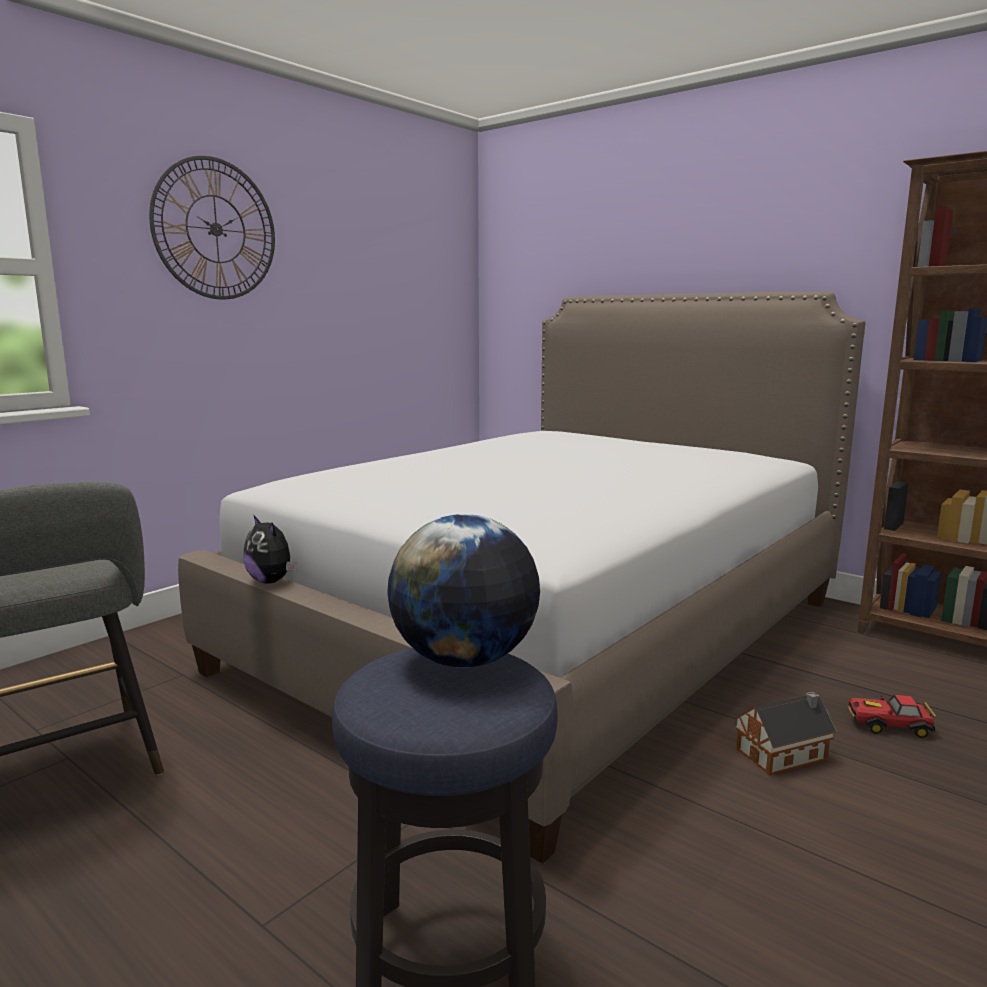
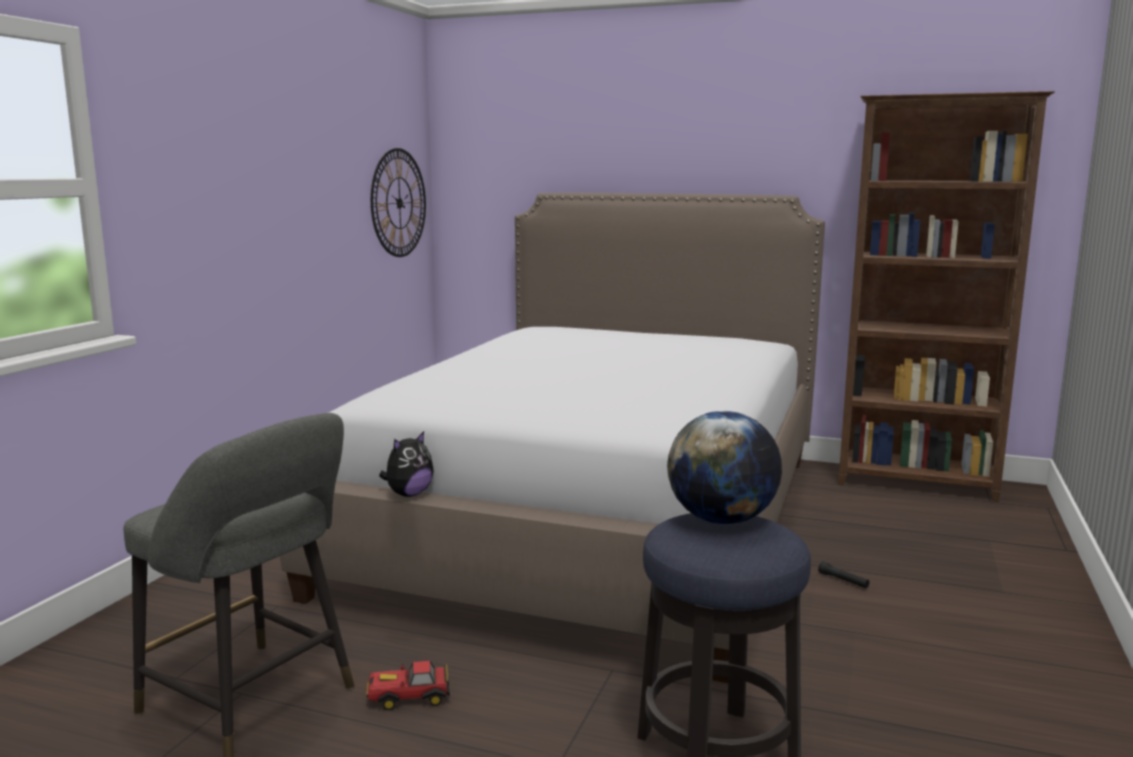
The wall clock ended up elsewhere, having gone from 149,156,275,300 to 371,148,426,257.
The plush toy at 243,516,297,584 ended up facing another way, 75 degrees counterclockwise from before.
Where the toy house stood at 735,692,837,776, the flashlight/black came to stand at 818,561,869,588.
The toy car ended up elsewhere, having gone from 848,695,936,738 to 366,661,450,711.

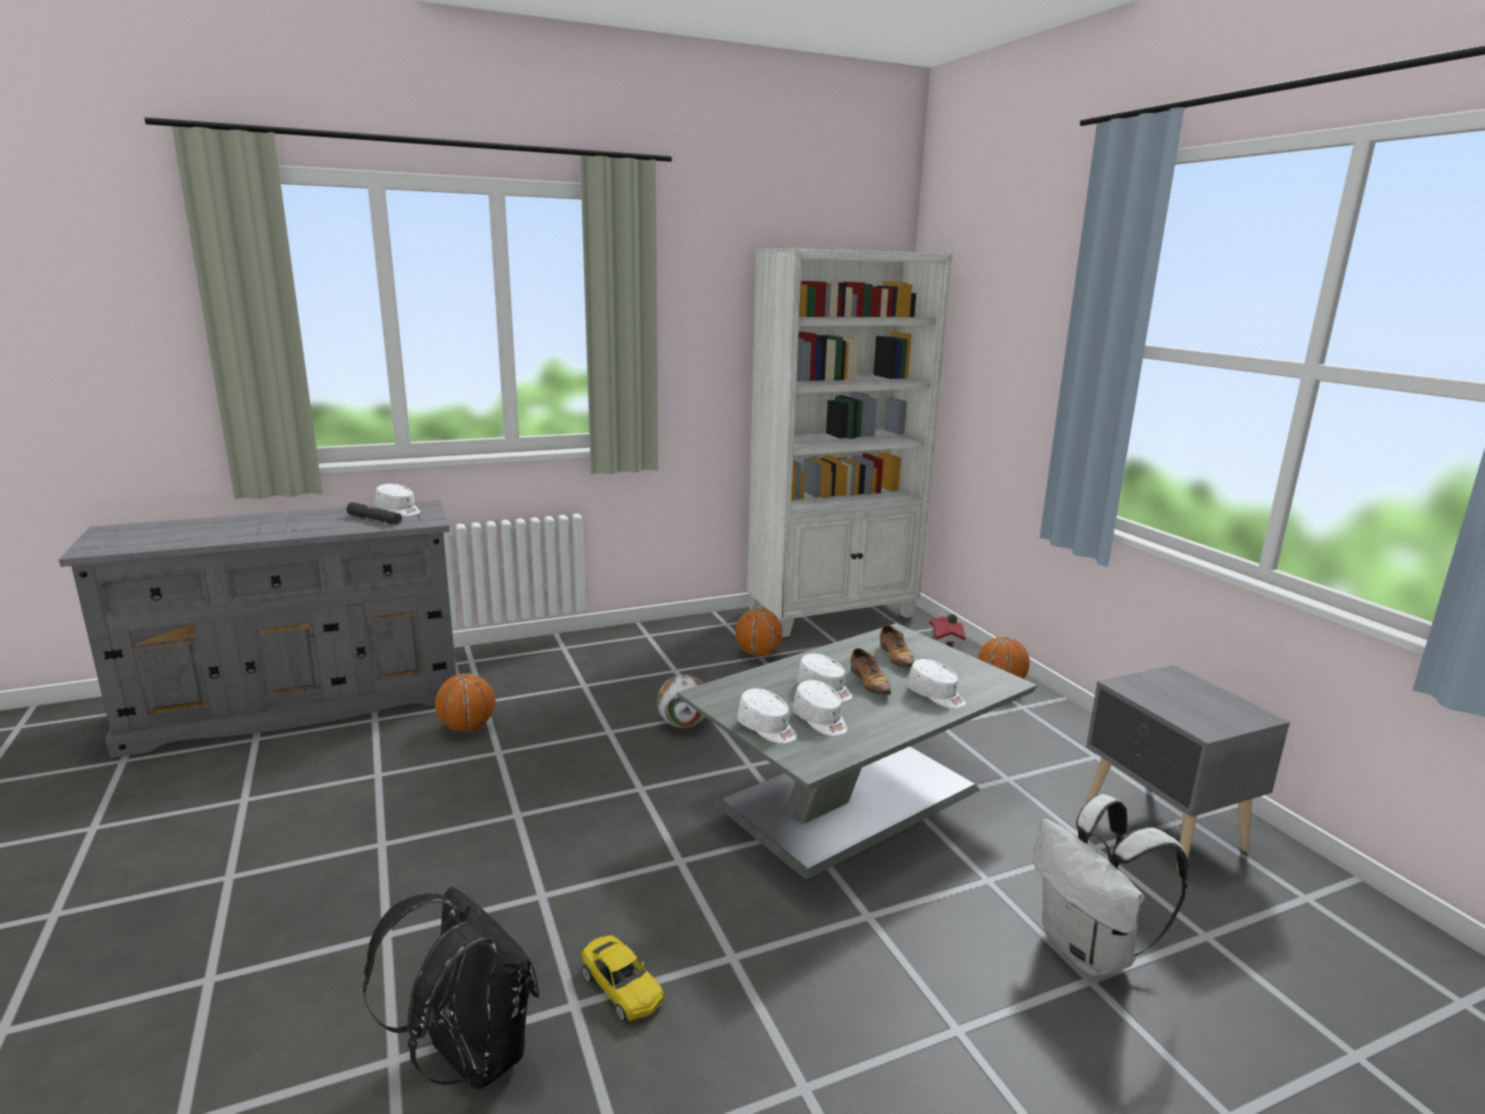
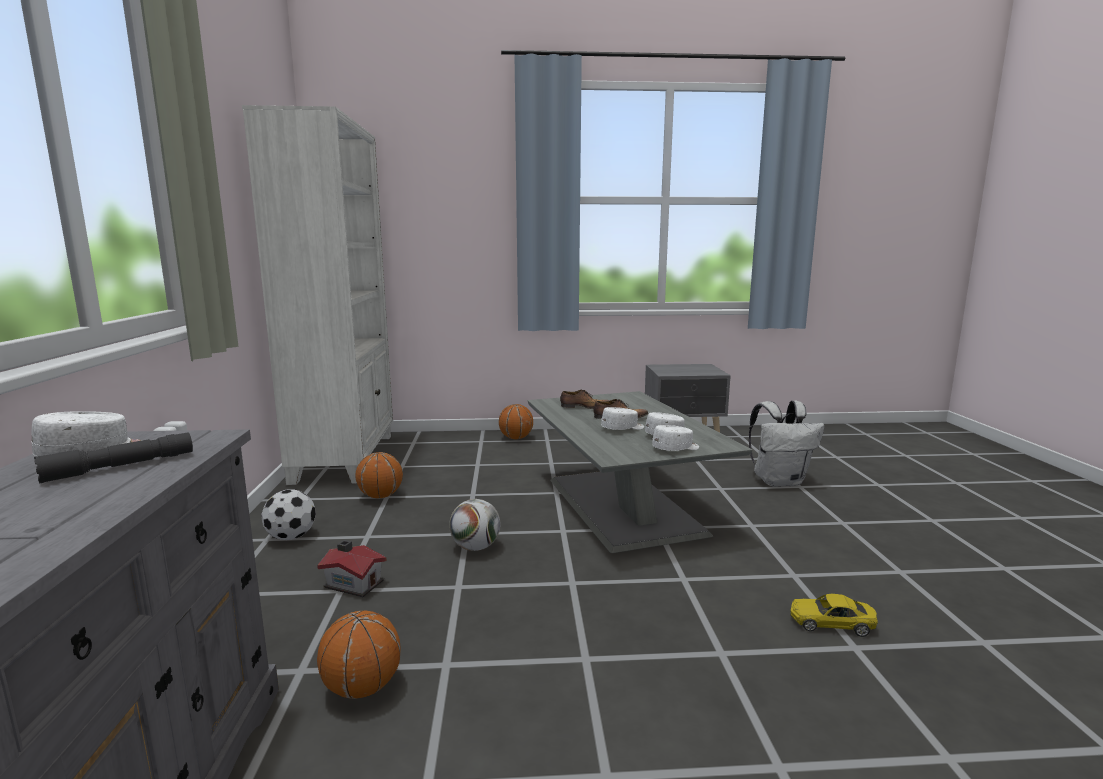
The toy house ended up elsewhere, having gone from 929,614,966,651 to 317,540,387,597.
The second view lost the cap/white at 907,659,966,708.
The second view lost the backpack/black at 363,887,539,1090.
The toy car/yellow at 581,935,664,1022 ended up facing another way, 150 degrees counterclockwise from before.
The second view gained the football at 261,489,316,540.

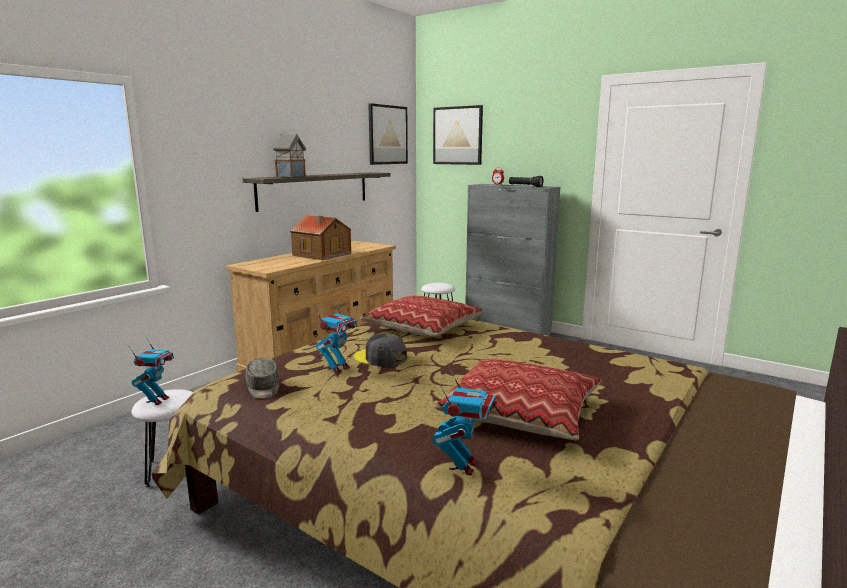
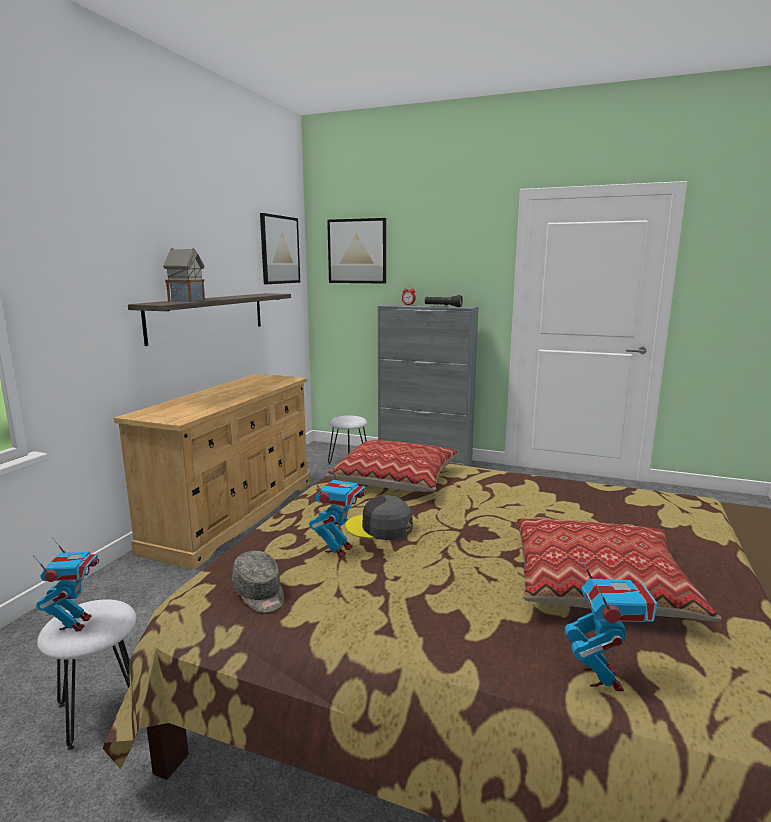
The second view lost the toy house at 290,215,351,260.

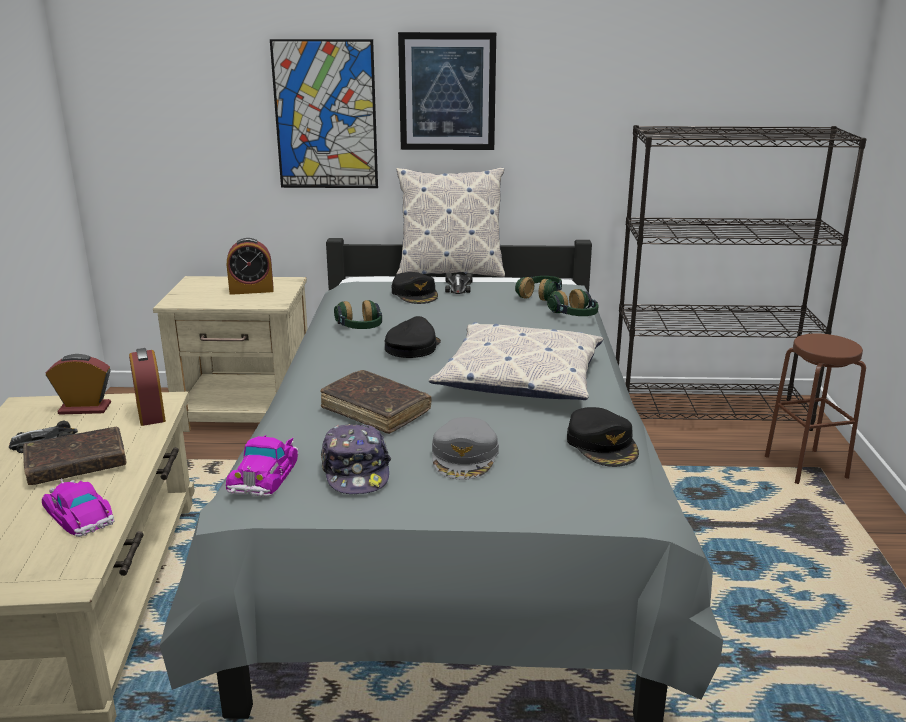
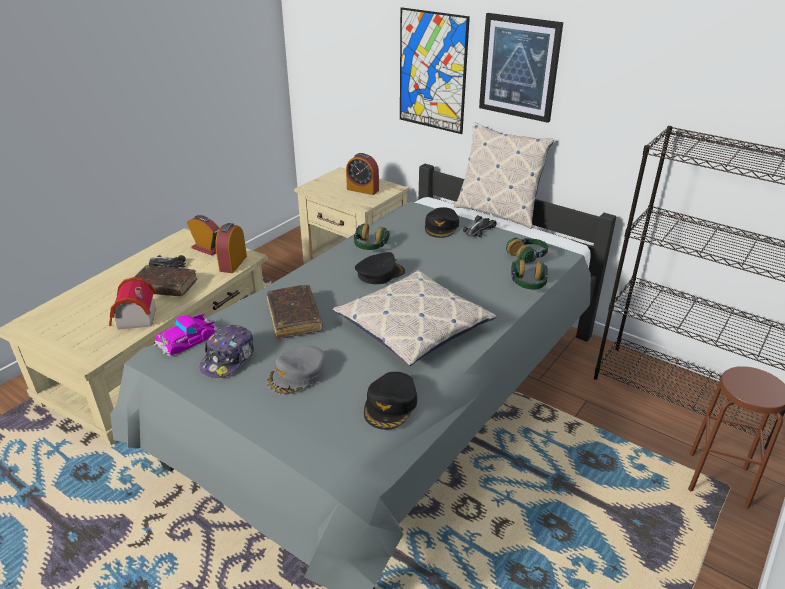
Where the toy car stood at 42,479,115,537, the toy house came to stand at 109,277,156,330.

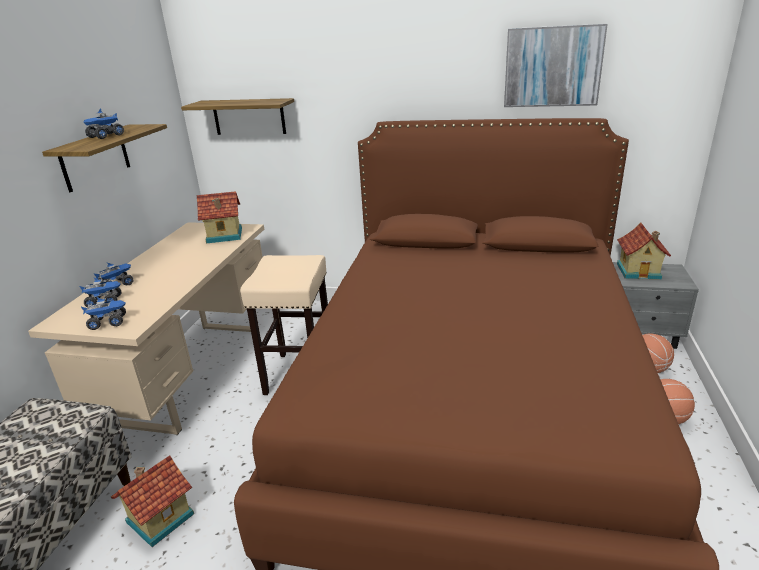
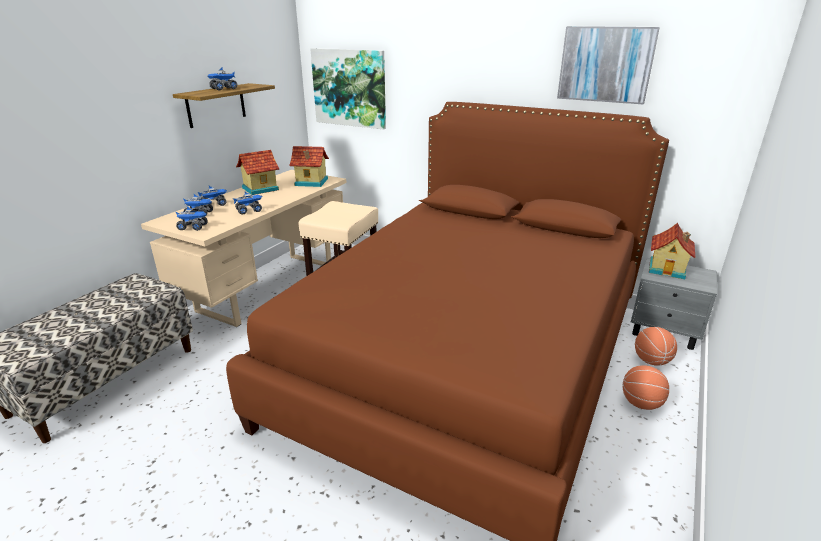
Where the shelf hung at 181,98,294,135, the picture came to hang at 310,48,386,130.
The toy house ended up elsewhere, having gone from 111,455,194,547 to 236,150,279,195.
The second view gained the toy truck at 233,191,262,215.

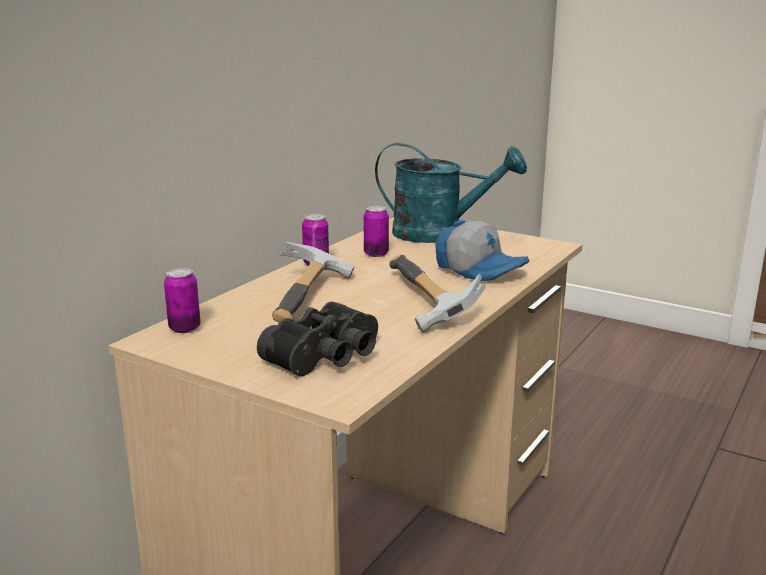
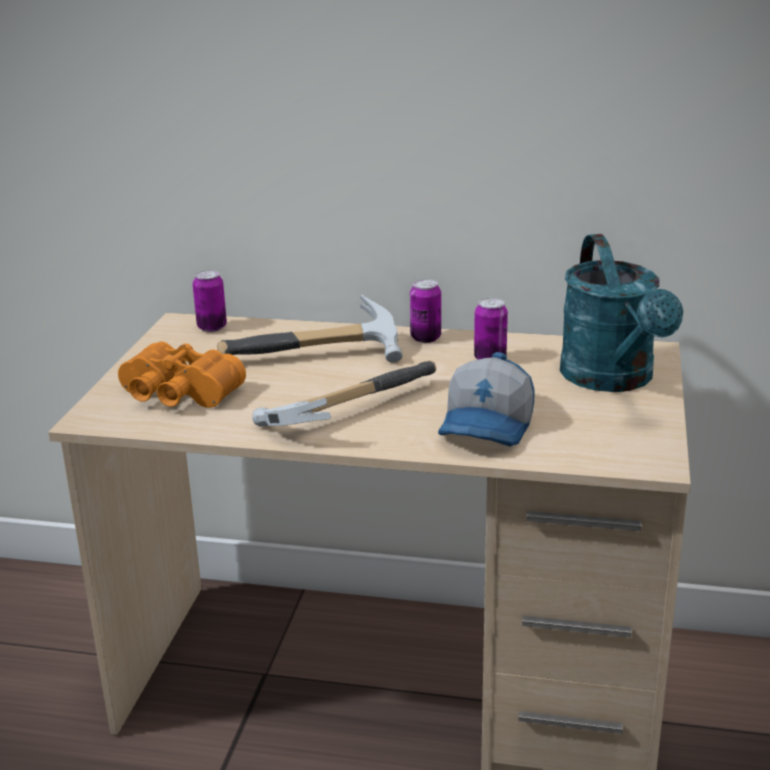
What was the binoculars/black at 257,302,378,376 turned into the binoculars/orange at 118,341,246,408.

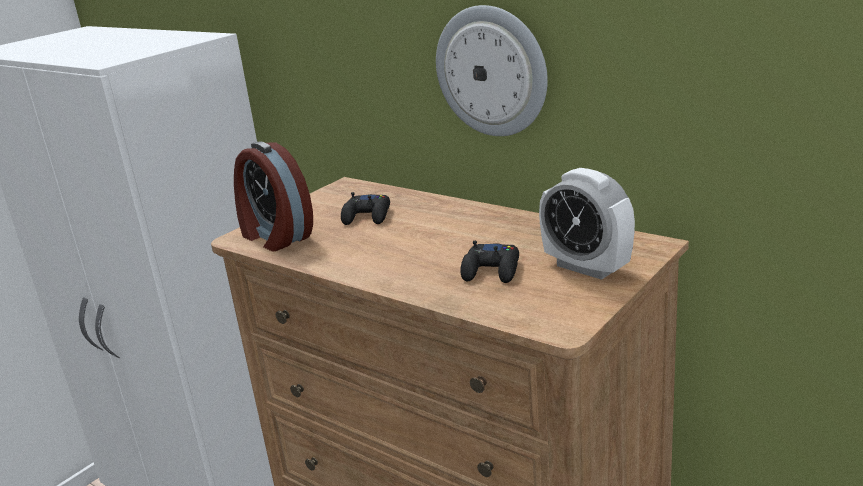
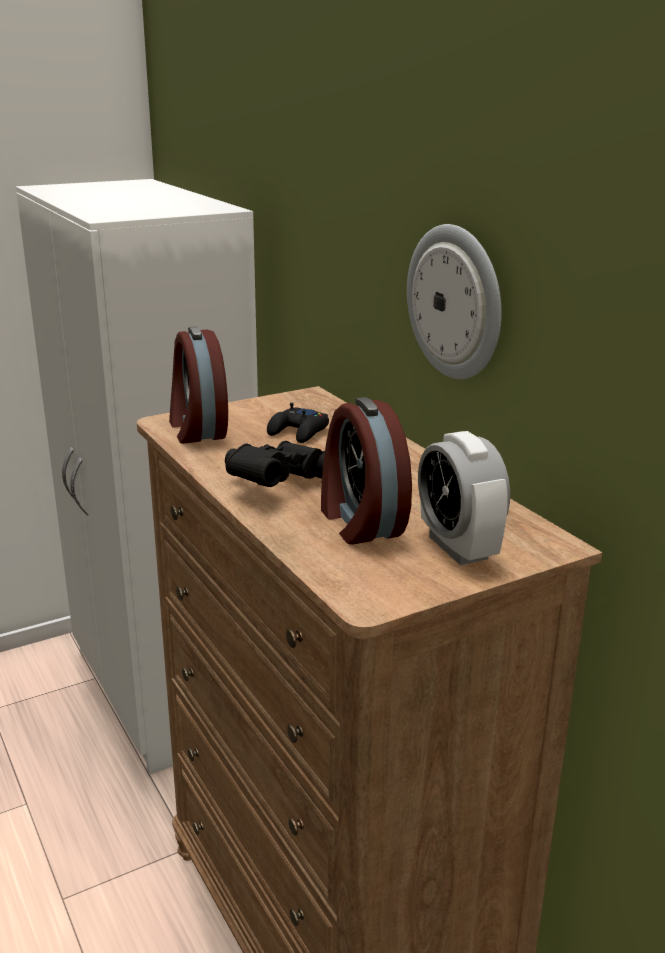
Where the game controller/black stood at 460,241,519,283, the alarm clock came to stand at 321,397,412,545.
The second view gained the binoculars/black at 225,441,325,487.

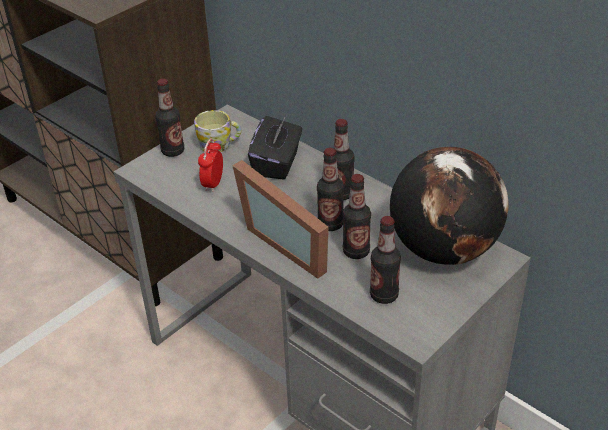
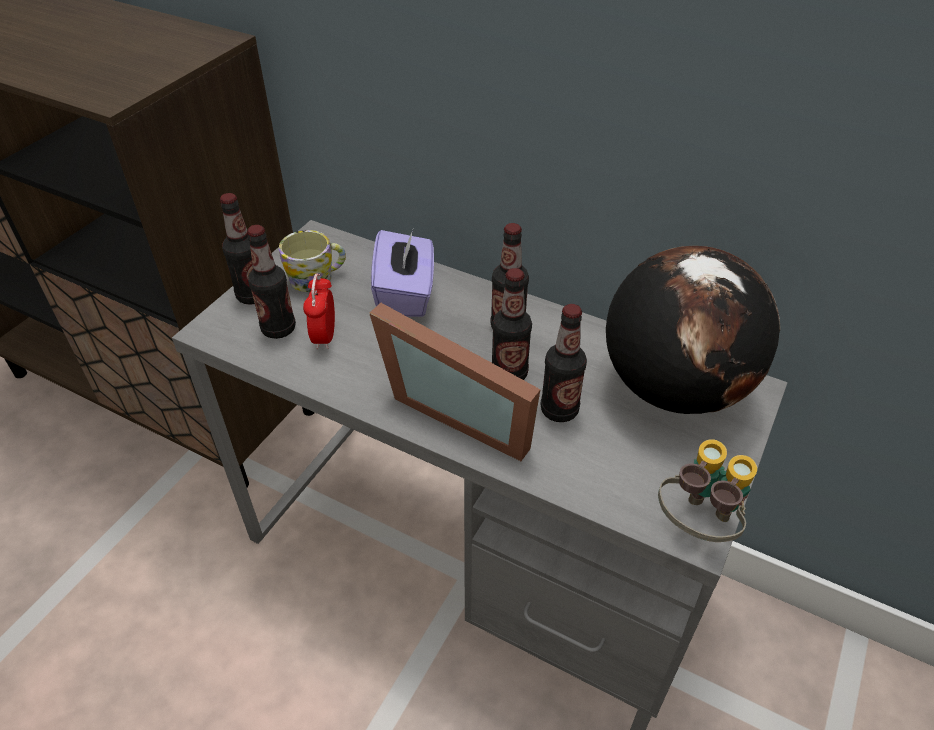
What was the tissue box/black at 248,116,302,180 turned into the tissue box/purple at 371,230,434,317.
The bottle ended up elsewhere, having gone from 370,216,401,304 to 247,225,296,339.
The second view gained the binoculars at 658,439,757,542.

